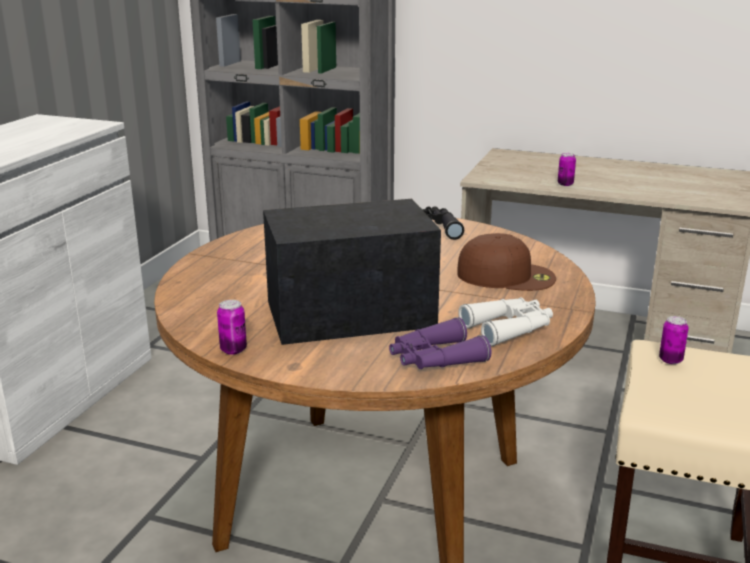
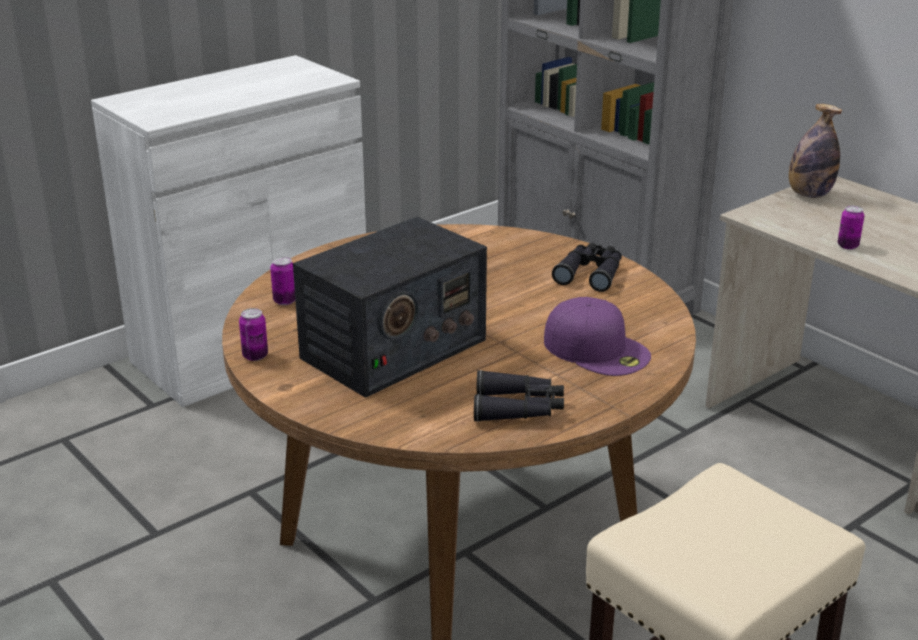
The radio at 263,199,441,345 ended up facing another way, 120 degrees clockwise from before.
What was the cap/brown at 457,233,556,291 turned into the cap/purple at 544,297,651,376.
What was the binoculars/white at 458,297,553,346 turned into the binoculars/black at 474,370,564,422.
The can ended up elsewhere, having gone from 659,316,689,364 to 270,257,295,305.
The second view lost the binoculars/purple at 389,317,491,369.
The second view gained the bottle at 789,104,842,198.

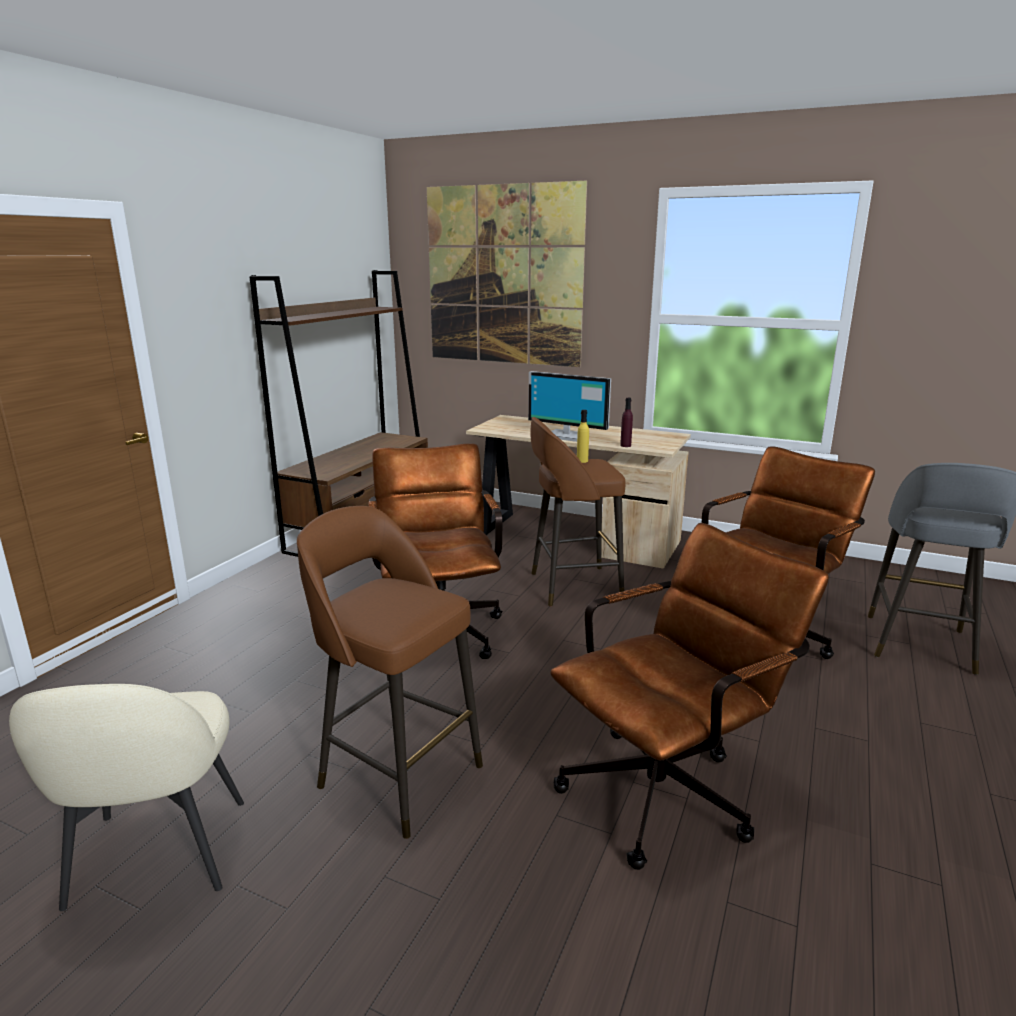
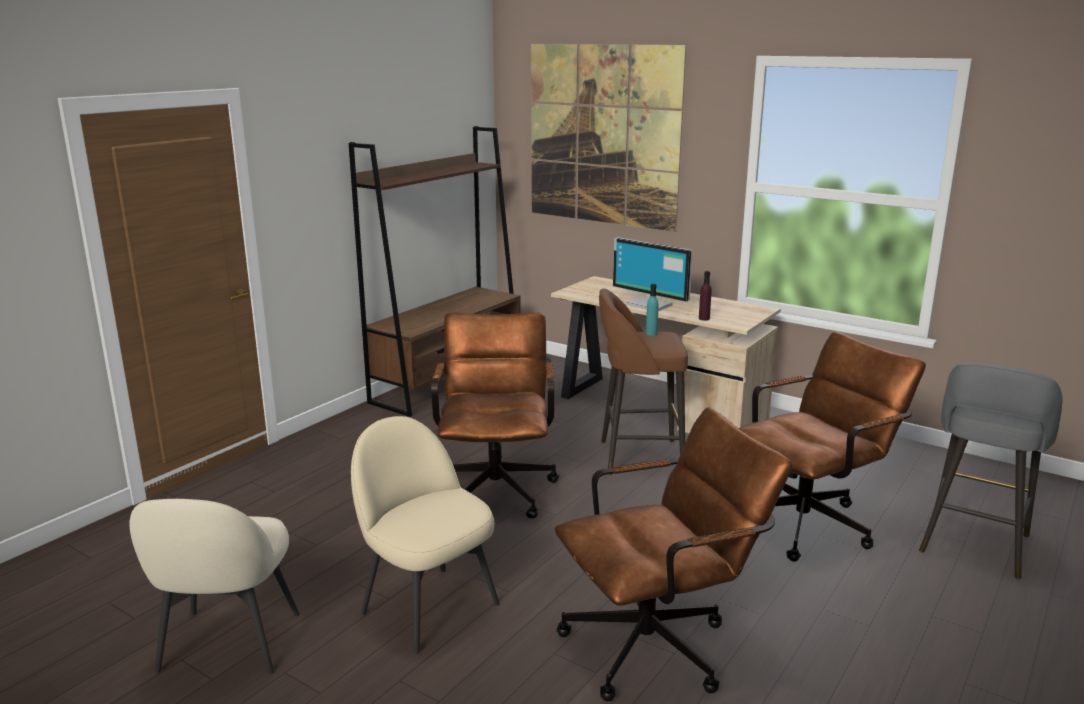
What was the bottle/yellow at 577,410,589,463 turned into the bottle/turquoise at 646,284,658,336.
Where the stool/brown stood at 297,506,483,839, the chair/beige came to stand at 351,416,500,654.

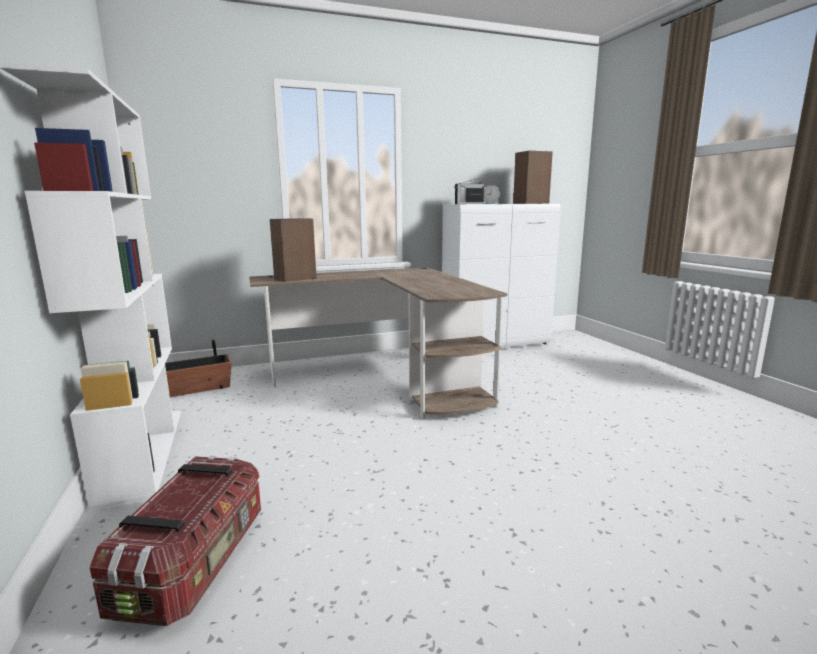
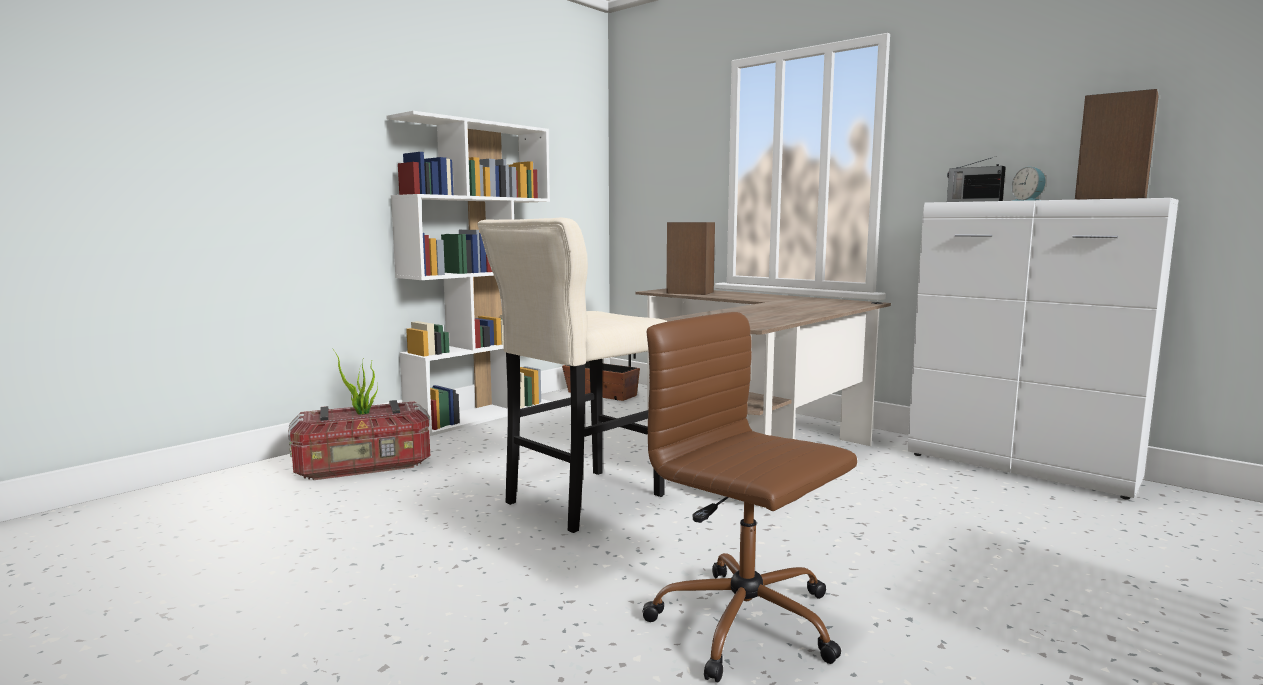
The second view gained the stool/beige at 477,218,667,533.
The second view gained the office chair/brown at 642,312,857,682.
The second view gained the potted plant at 332,348,378,415.

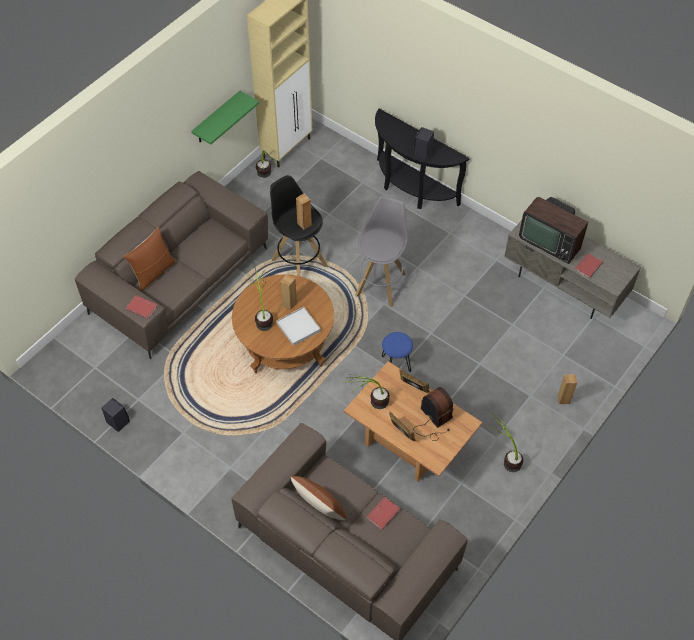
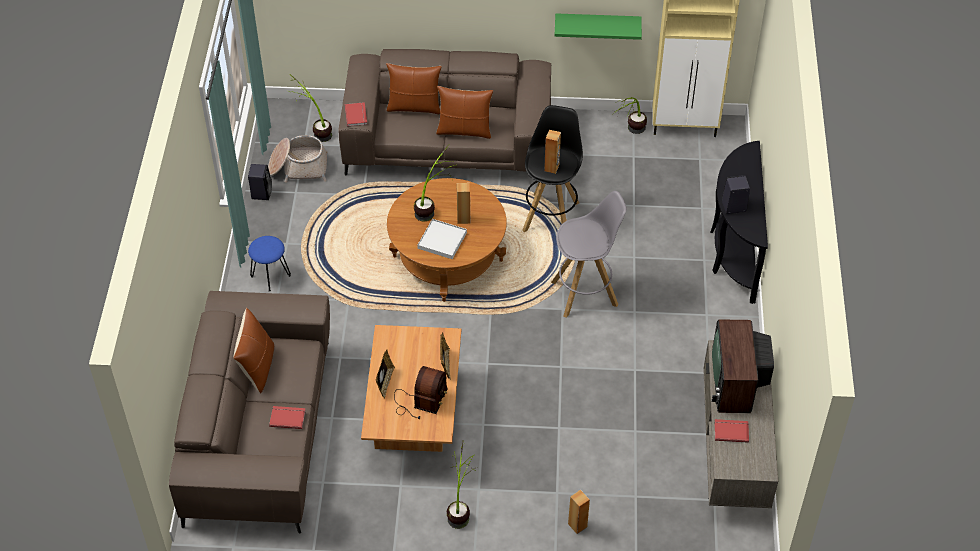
The stool/blue ended up elsewhere, having gone from 382,332,413,372 to 248,236,291,292.
The potted plant ended up elsewhere, having gone from 344,374,390,409 to 288,74,332,142.
The second view gained the pillow/brown at 436,86,493,139.
The second view gained the basket at 268,135,328,183.

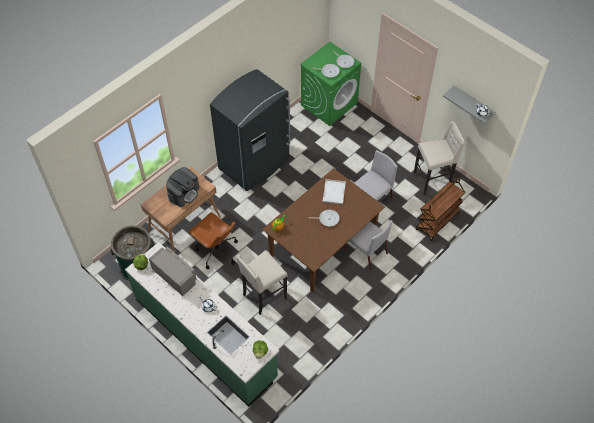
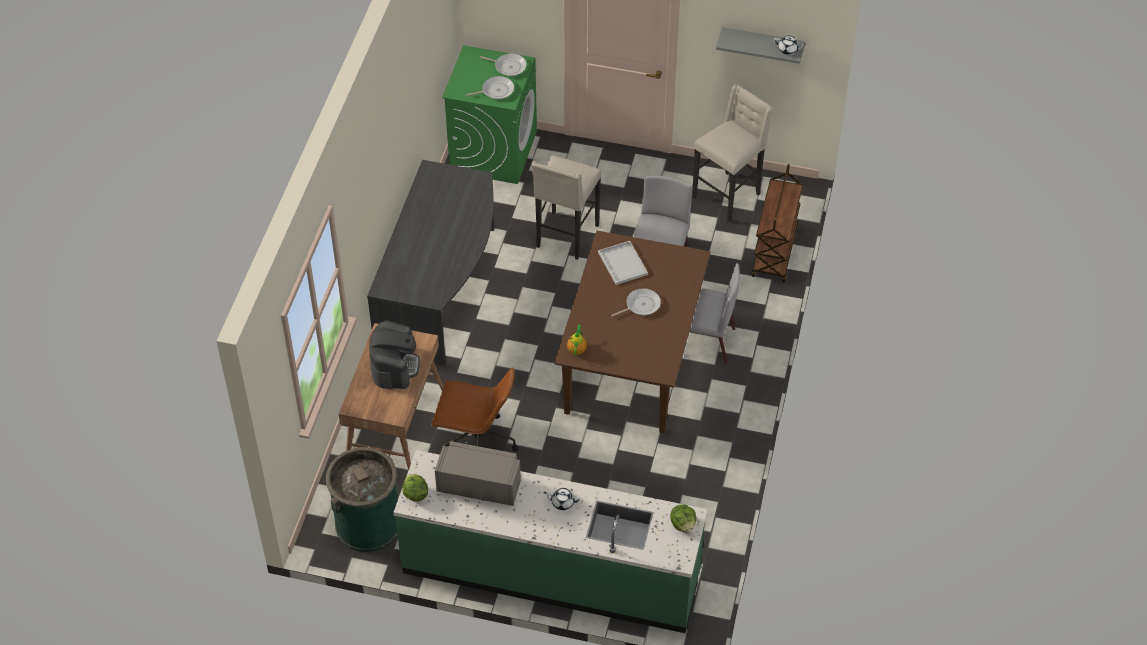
Where the fridge/grey stood at 210,69,290,191, the desk/grey came to stand at 367,160,495,366.
The stool/beige ended up elsewhere, having gone from 236,250,287,315 to 532,155,601,260.

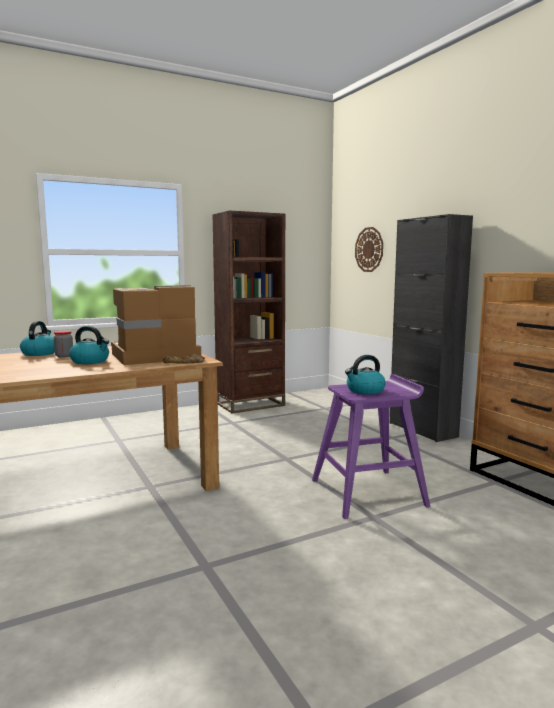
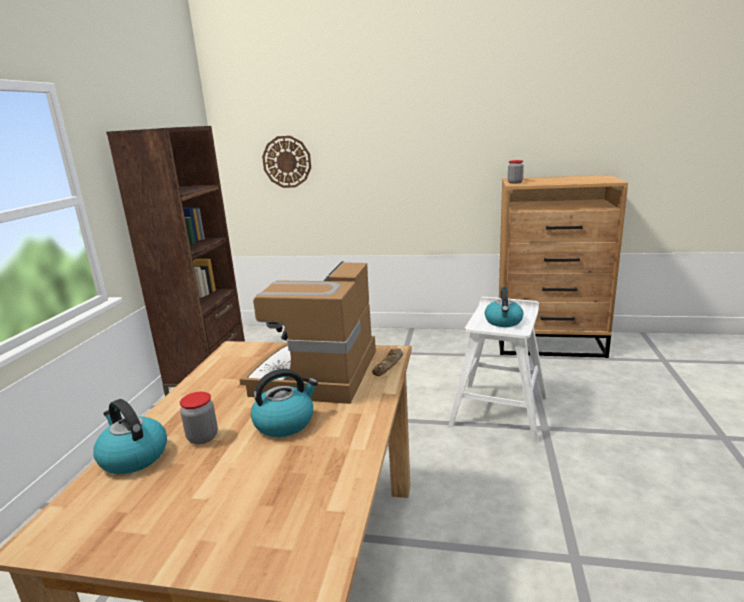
The second view lost the cabinet/black at 389,214,473,442.
What was the stool/purple at 312,374,430,519 turned into the stool/white at 448,297,547,443.
The second view gained the jar at 508,160,524,184.

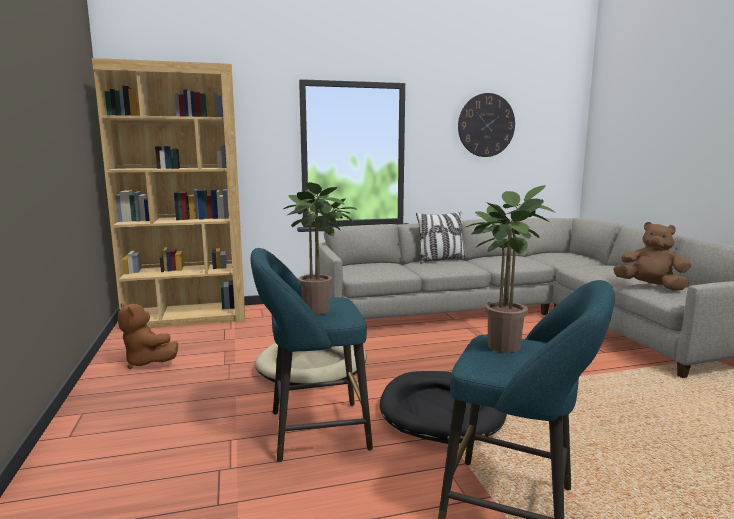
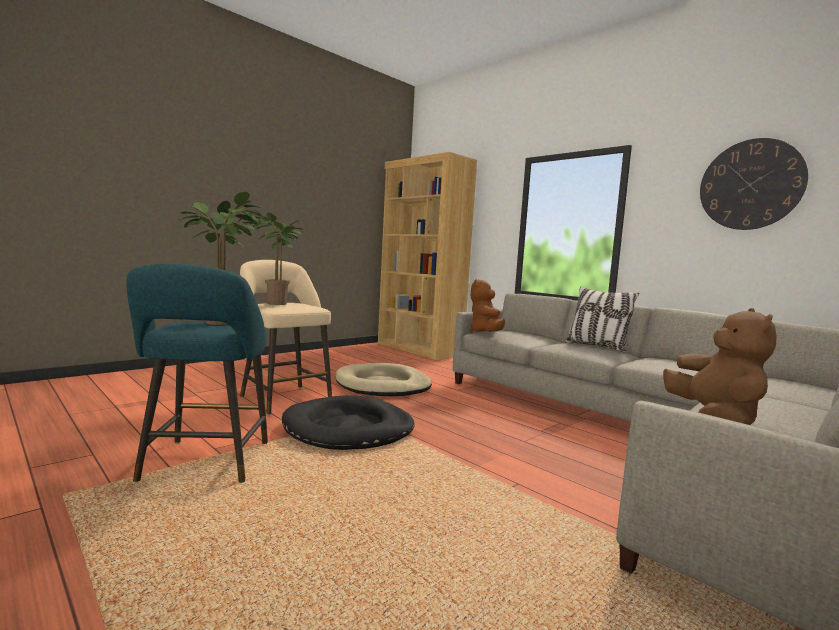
What was the stool/turquoise at 251,248,373,463 turned into the stool/beige at 240,260,332,415.
The plush toy/brown ended up elsewhere, having gone from 118,303,178,369 to 470,279,505,333.

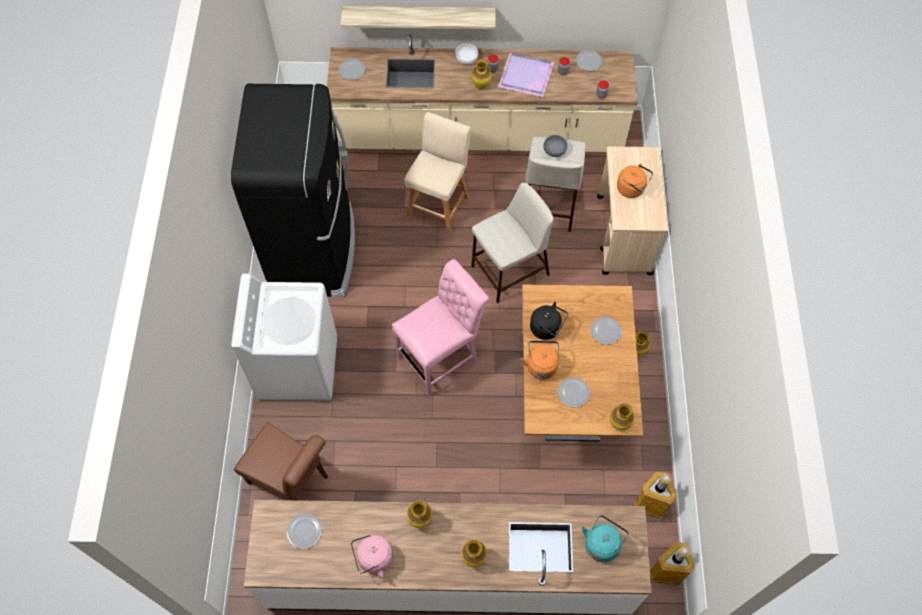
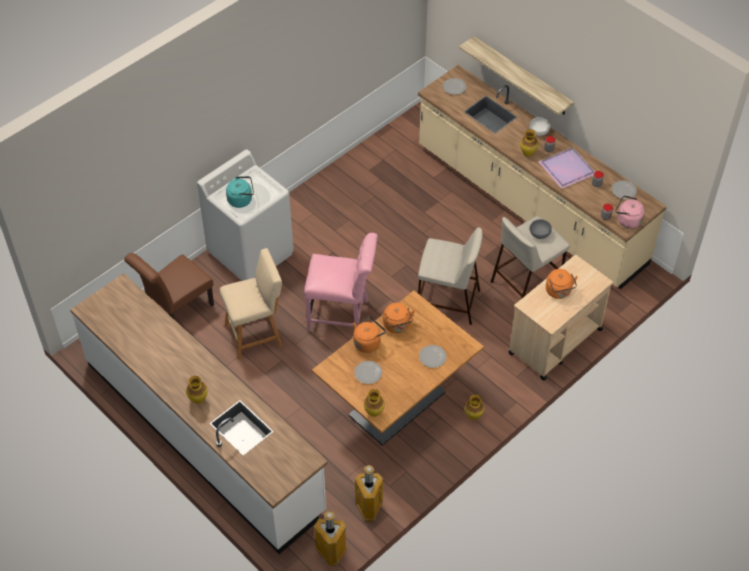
The second view lost the fridge/black at 231,84,355,297.
The stool/beige ended up elsewhere, having gone from 404,112,471,234 to 220,248,282,360.
What was the kettle/black at 530,302,568,340 turned into the kettle/orange at 383,303,415,333.
The chair/brown at 234,422,328,500 ended up facing another way, 60 degrees clockwise from before.
The second view lost the vase at 407,501,433,528.
The second view lost the plate at 287,514,322,549.
The kettle/turquoise ended up elsewhere, having gone from 582,515,629,562 to 226,176,254,208.
The kettle/pink ended up elsewhere, having gone from 351,535,393,578 to 615,196,645,229.

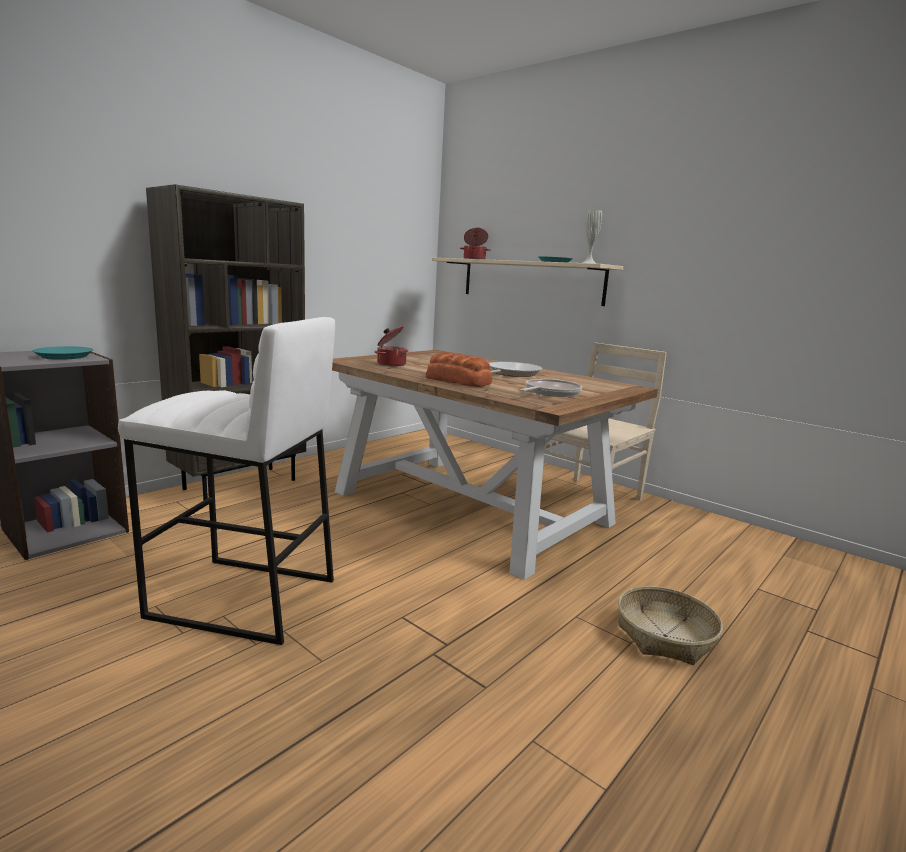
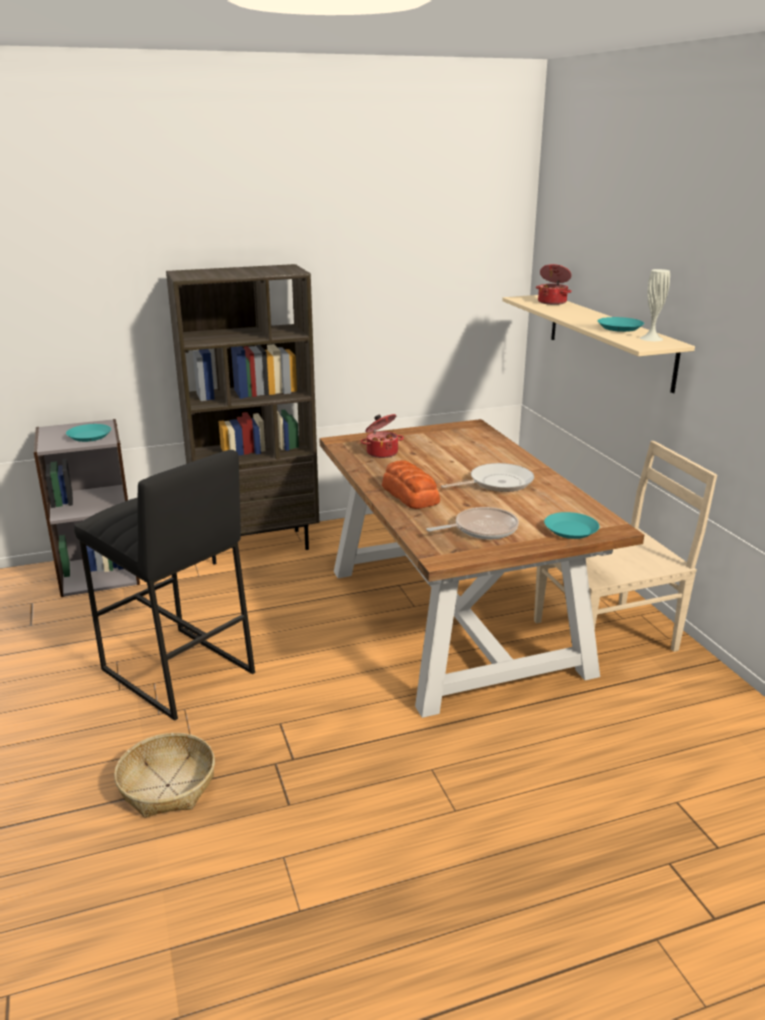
What was the stool/white at 118,317,335,645 turned into the stool/black at 74,450,255,721.
The basket ended up elsewhere, having gone from 618,586,723,665 to 114,733,215,818.
The second view gained the plate/turquoise at 544,512,599,539.

